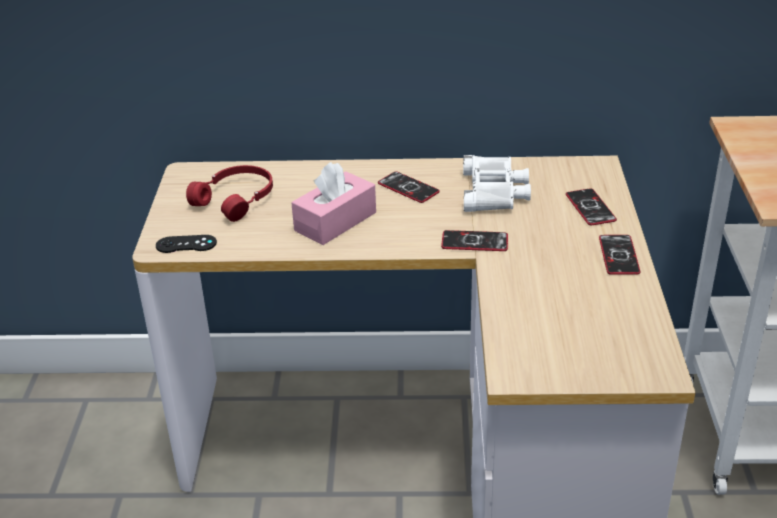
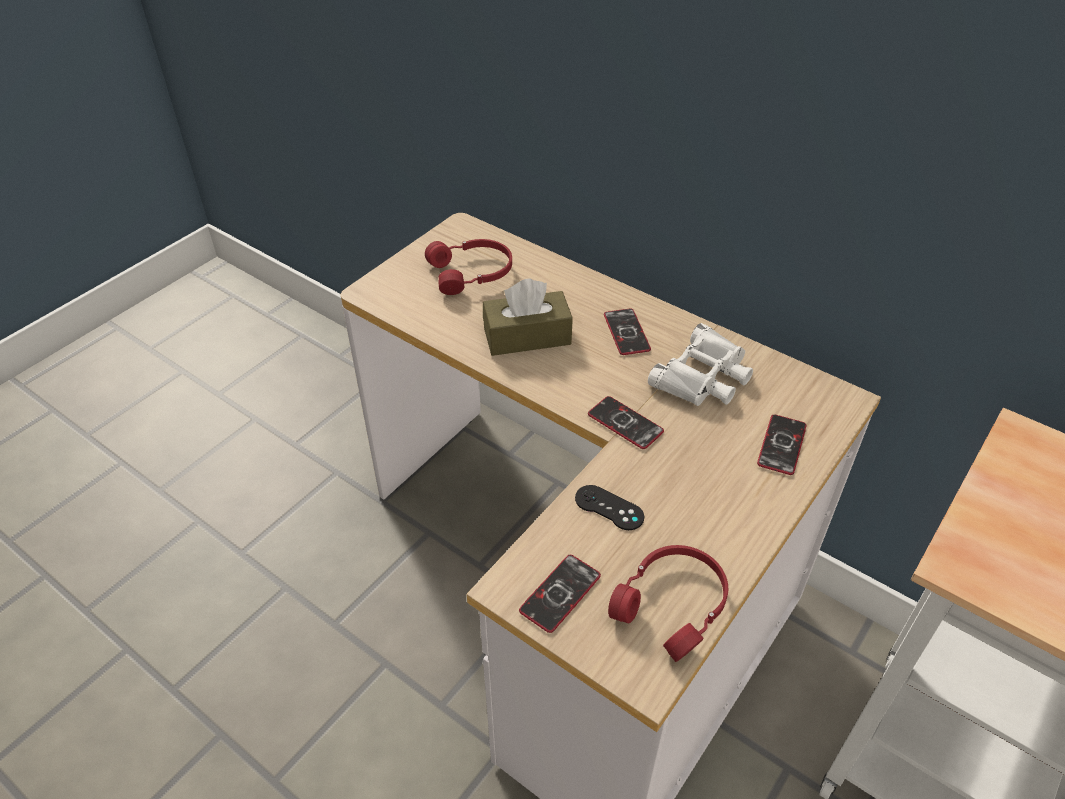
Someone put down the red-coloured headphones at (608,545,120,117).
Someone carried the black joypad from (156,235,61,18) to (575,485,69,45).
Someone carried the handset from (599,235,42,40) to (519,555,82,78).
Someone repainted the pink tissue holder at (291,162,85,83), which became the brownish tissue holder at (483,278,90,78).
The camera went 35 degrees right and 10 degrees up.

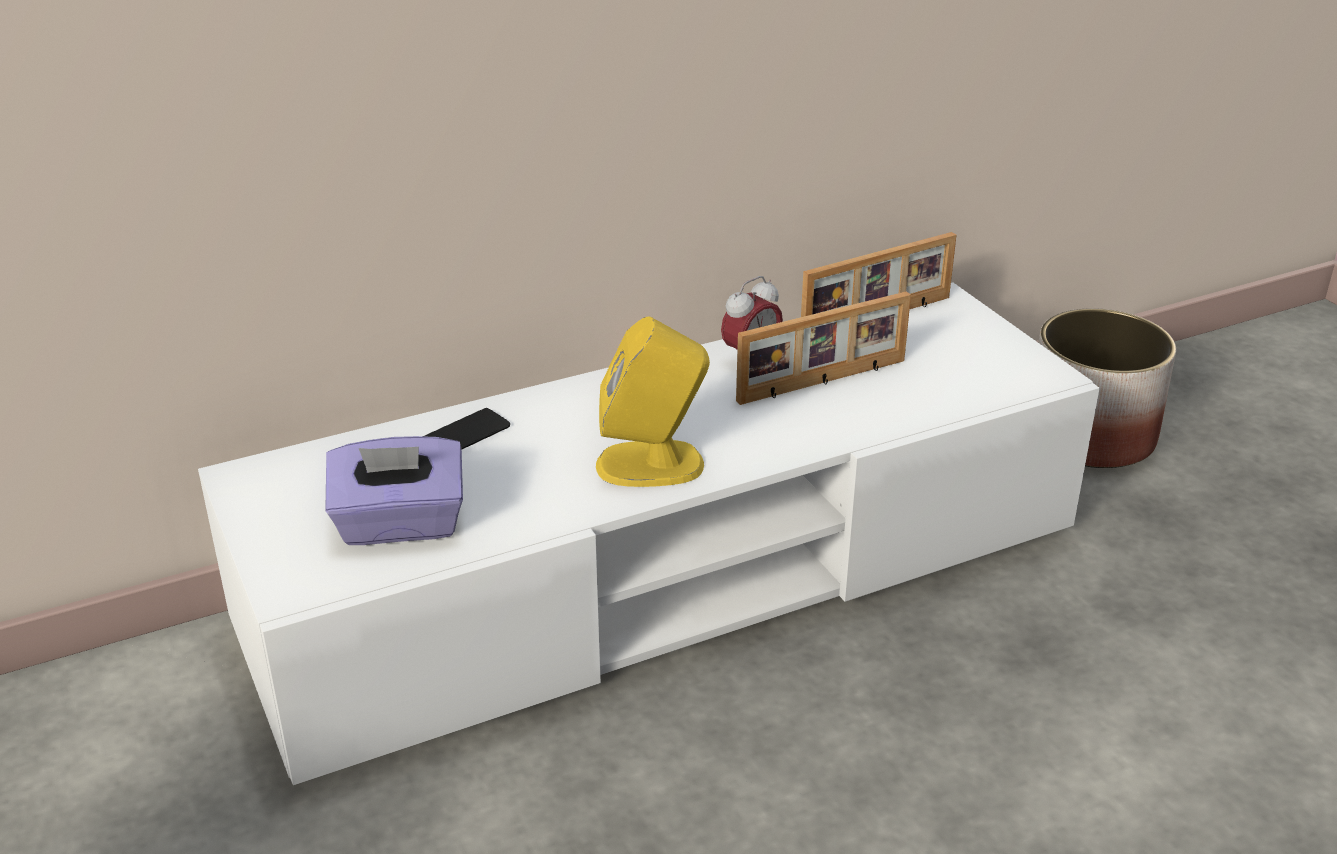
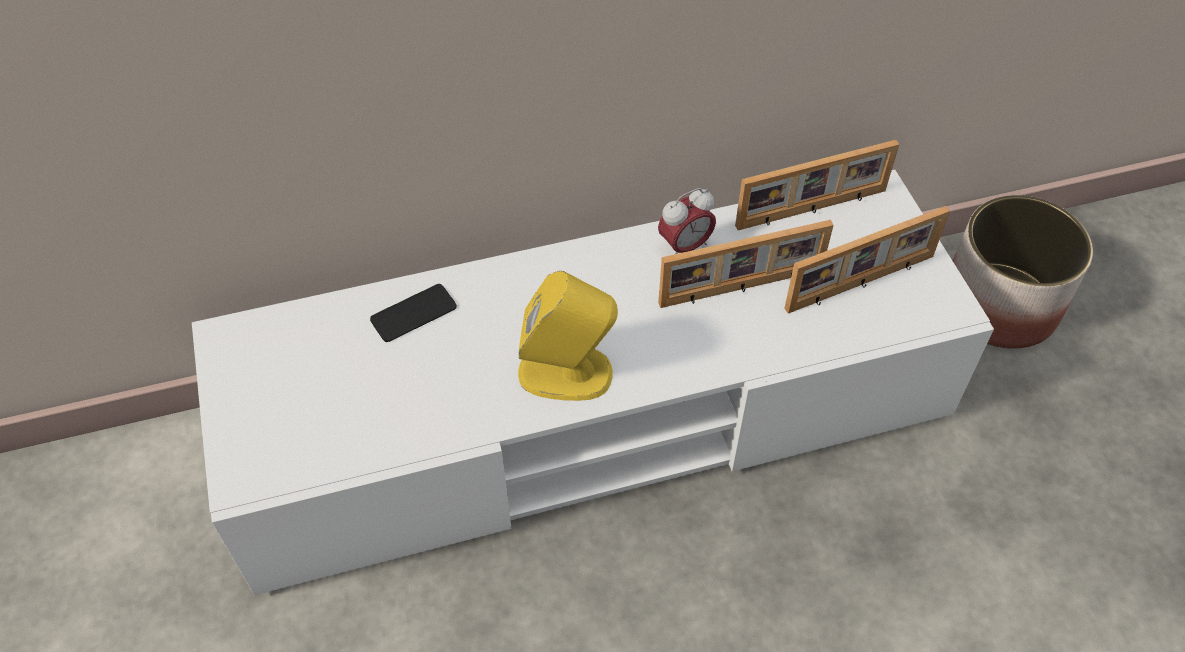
Someone took away the purple tissue holder at (325,436,138,109).
Someone put down the photo frame at (784,206,166,108).
The camera went 10 degrees right and 20 degrees up.

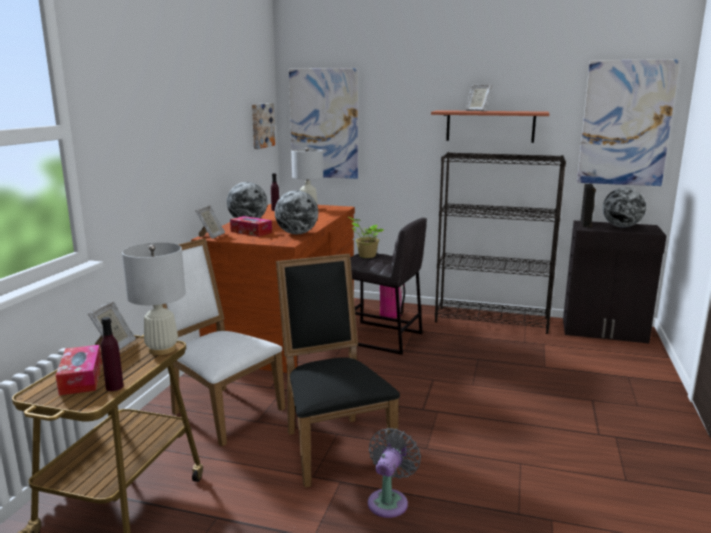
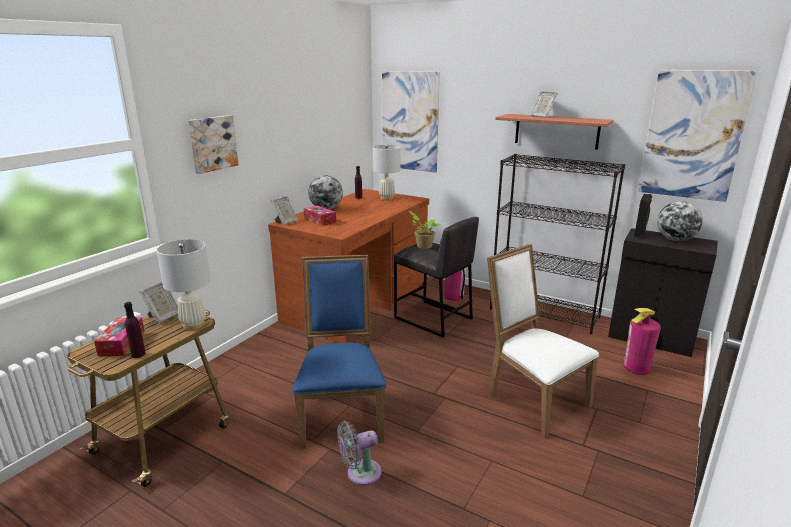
Someone took away the globe at (275,190,43,44).
Someone put down the fire extinguisher at (623,308,38,67).
Someone carried the white chair from (162,238,123,209) to (487,244,112,194).
Someone carried the wall art from (252,103,23,46) to (188,115,50,59).
Someone repainted the black chair at (276,254,124,234), which became the bluish chair at (292,255,94,194).
Someone rotated the grey fan at (368,428,53,90) by 150 degrees counterclockwise.
The camera went 15 degrees right and 5 degrees up.

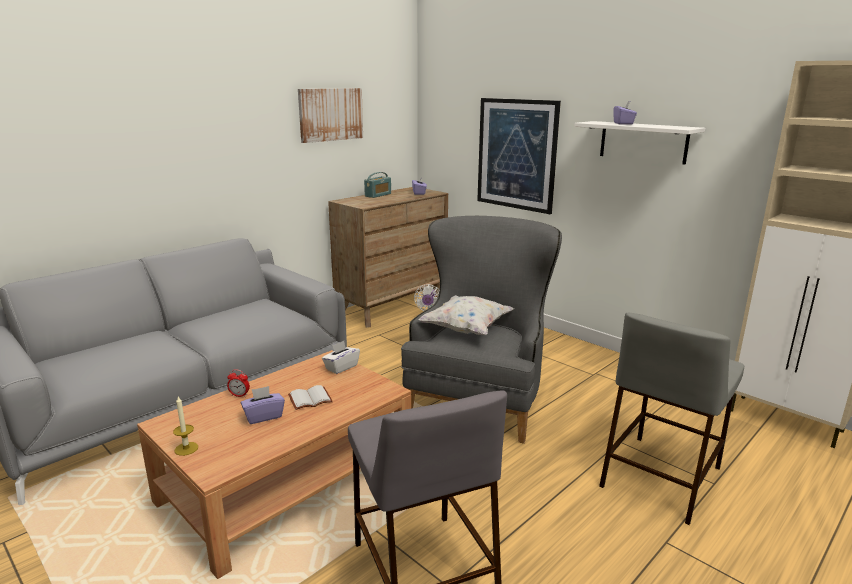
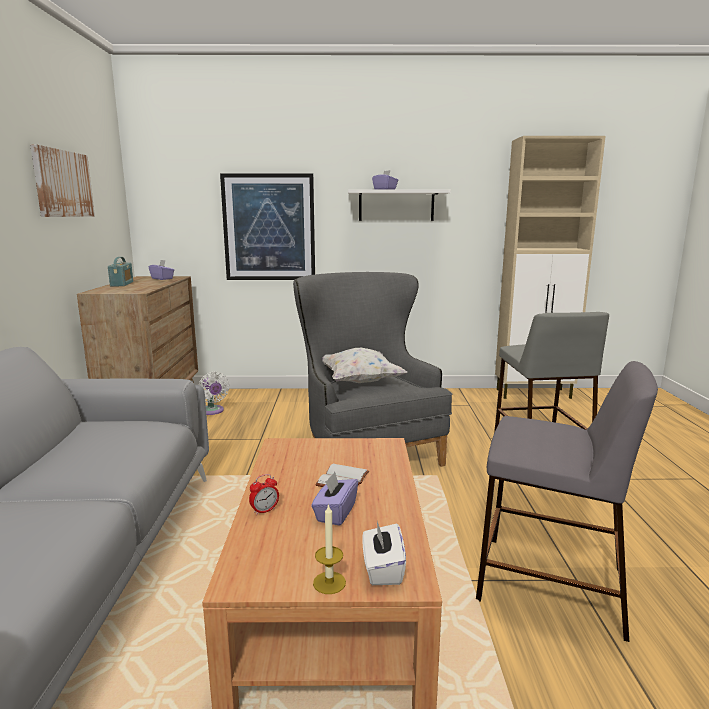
Someone carried the white tissue holder from (322,341,38,33) to (362,521,44,64).
The camera went 45 degrees left and 5 degrees down.

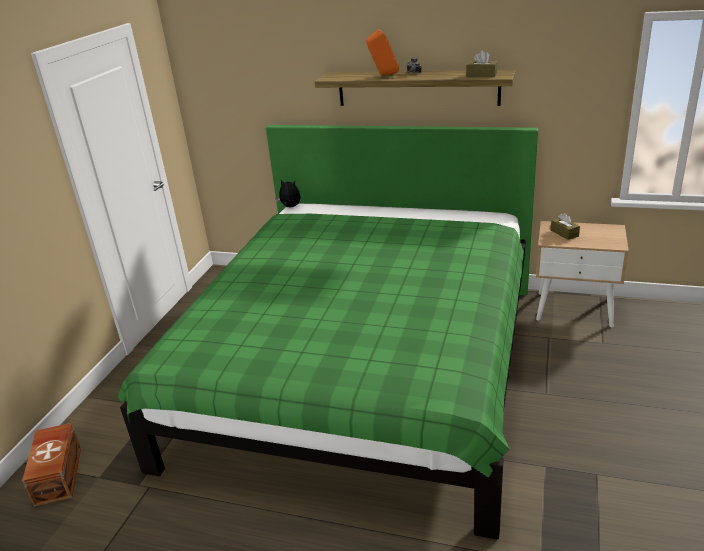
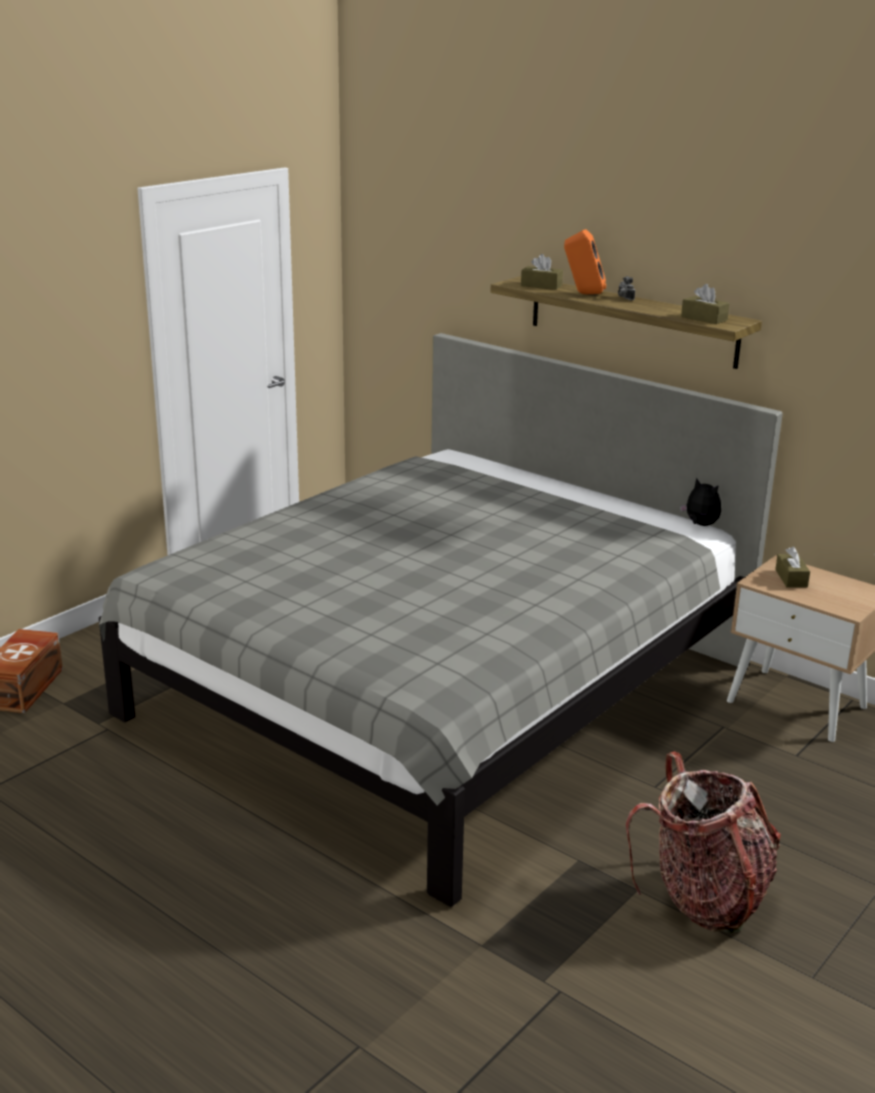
Someone put down the brownish tissue holder at (521,254,42,36).
Someone put down the backpack at (626,751,155,182).
Someone carried the cuddly toy from (275,180,26,27) to (680,478,41,48).
Someone repainted the green-coloured bed at (118,125,420,414), which became the grey bed at (99,333,684,574).
The camera went 20 degrees right and 5 degrees down.

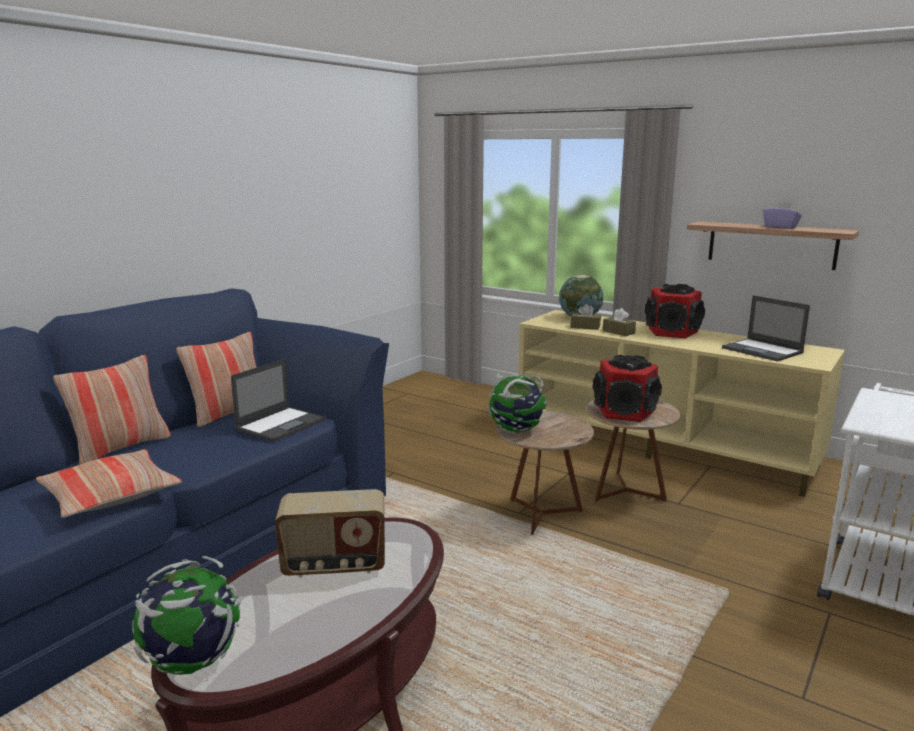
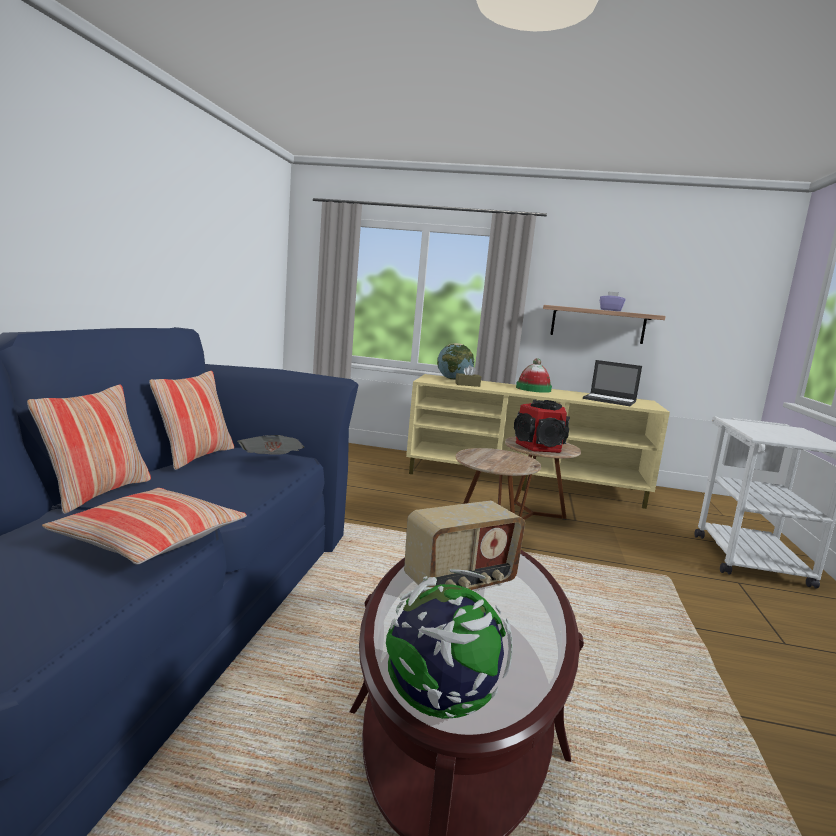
Someone took away the globe at (488,372,59,61).
Someone took away the brownish tissue holder at (603,308,33,28).
Someone swapped the notebook computer at (231,359,95,83) for the printed paper at (237,435,67,20).
Someone swapped the audio speaker at (645,284,60,54) for the hat at (516,358,36,35).
The camera went 25 degrees left and 5 degrees down.

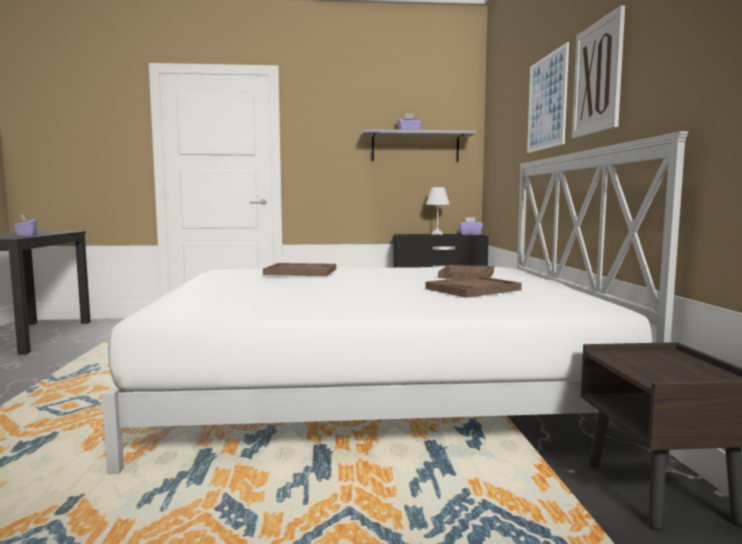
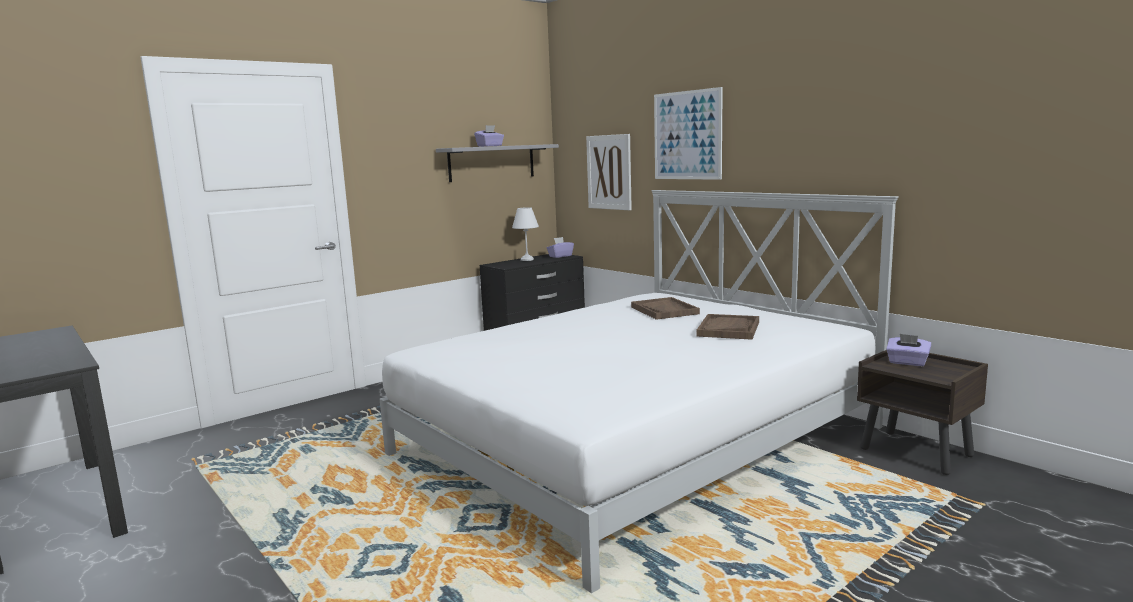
Someone took away the brownish tray at (263,263,73,13).
Someone carried the purple tissue holder from (14,214,24,22) to (886,334,46,32).
Someone carried the wall art from (572,5,53,133) to (586,134,46,76).
The camera went 35 degrees left and 5 degrees up.

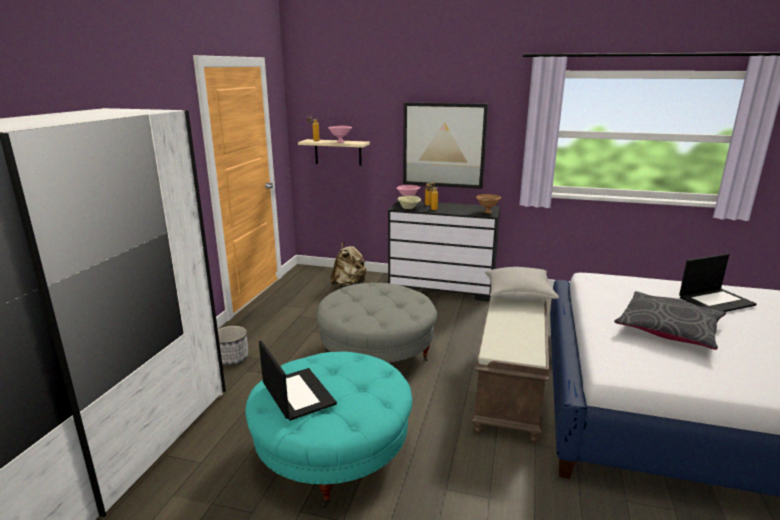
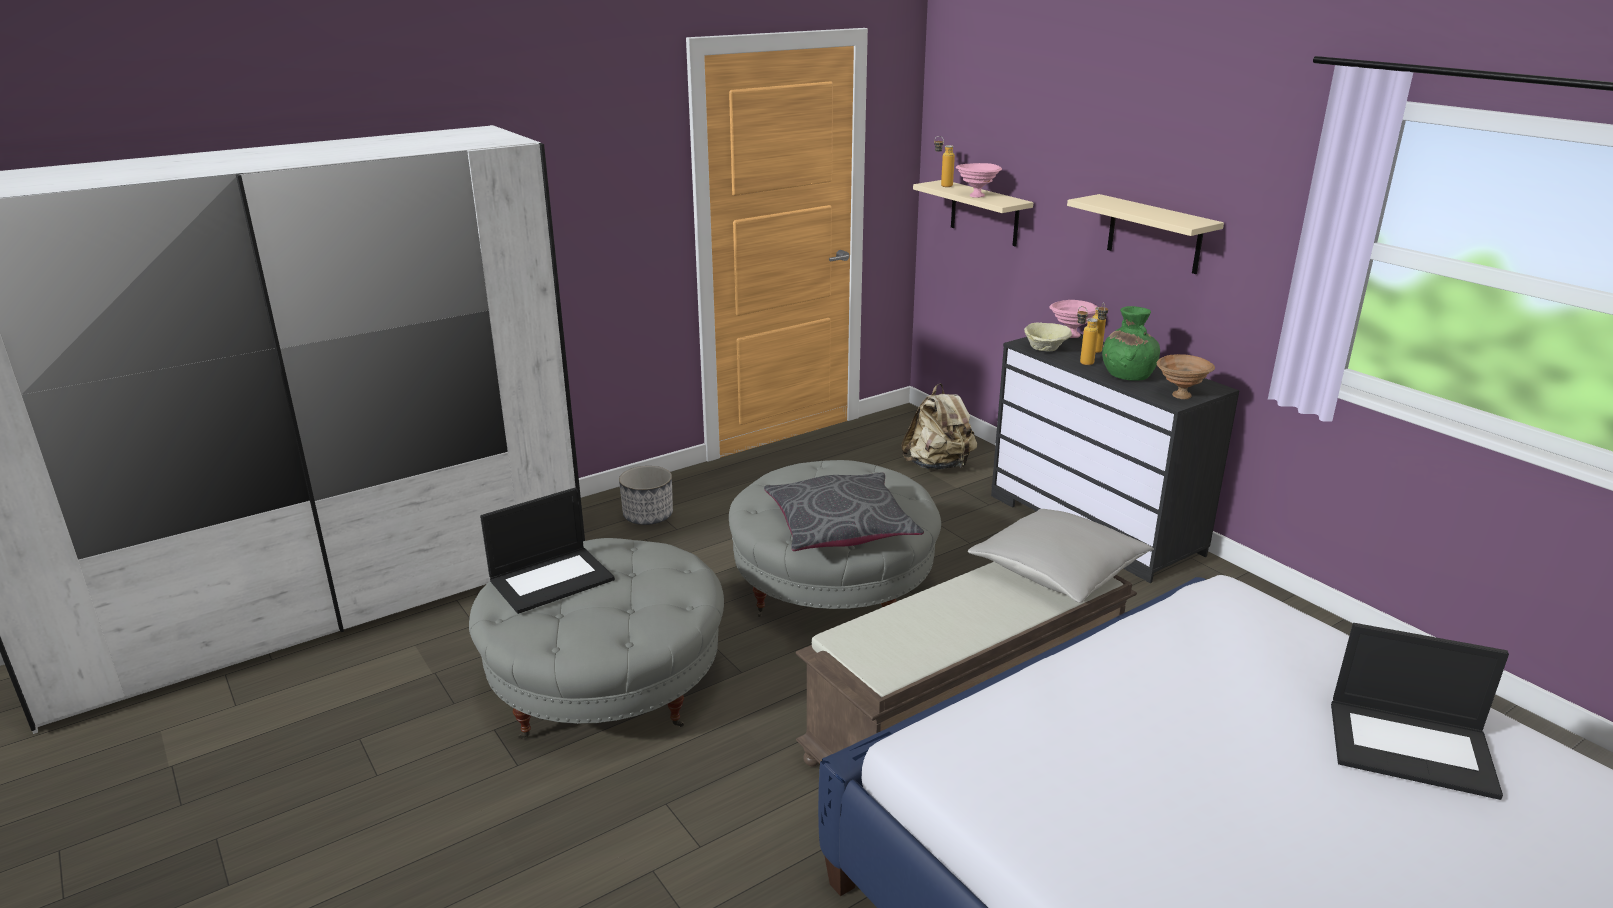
Someone put down the green-coloured vase at (1102,306,58,75).
Someone carried the grey pillow from (615,291,111,59) to (764,473,160,78).
Someone swapped the wall art at (403,102,85,87) for the beige shelf at (1067,194,157,80).
Someone repainted the turquoise pouffe at (245,352,167,155), which became the grey pouffe at (469,538,255,202).
Someone rotated the notebook computer at (259,341,78,80) by 45 degrees clockwise.
The camera went 40 degrees right and 5 degrees up.

